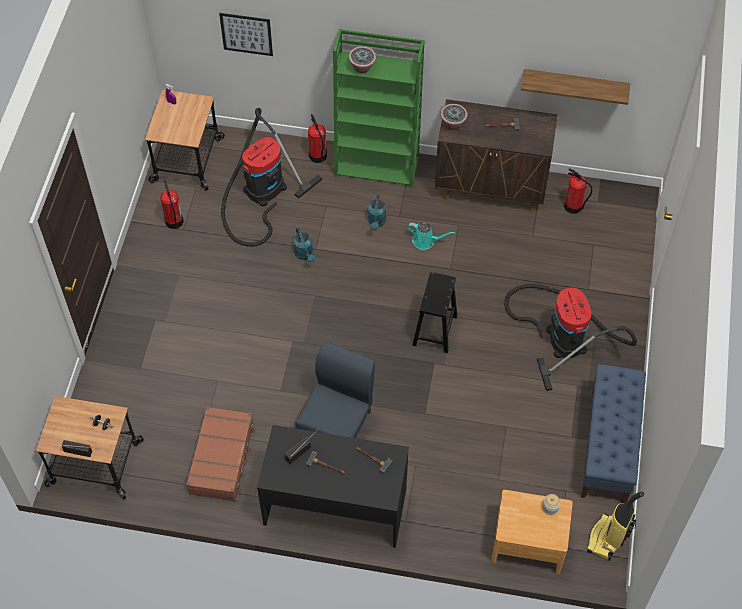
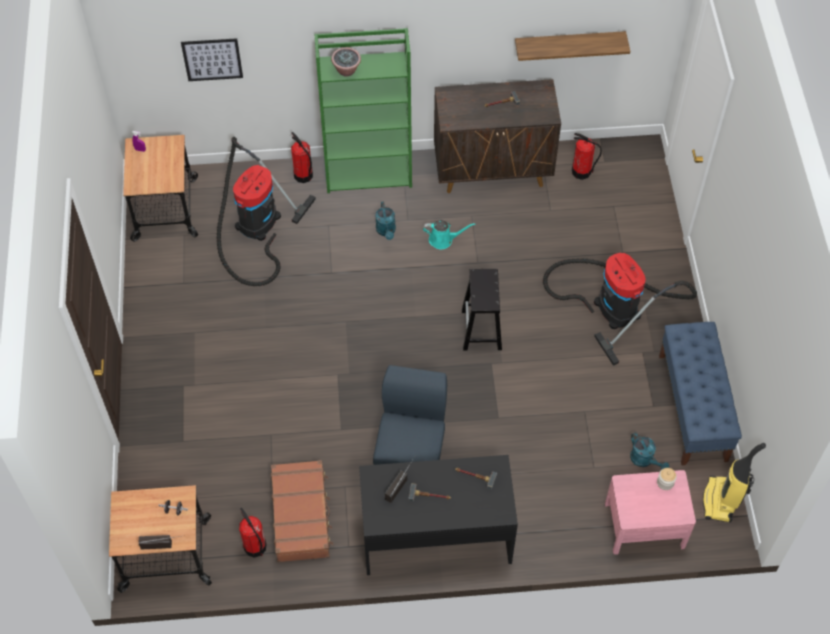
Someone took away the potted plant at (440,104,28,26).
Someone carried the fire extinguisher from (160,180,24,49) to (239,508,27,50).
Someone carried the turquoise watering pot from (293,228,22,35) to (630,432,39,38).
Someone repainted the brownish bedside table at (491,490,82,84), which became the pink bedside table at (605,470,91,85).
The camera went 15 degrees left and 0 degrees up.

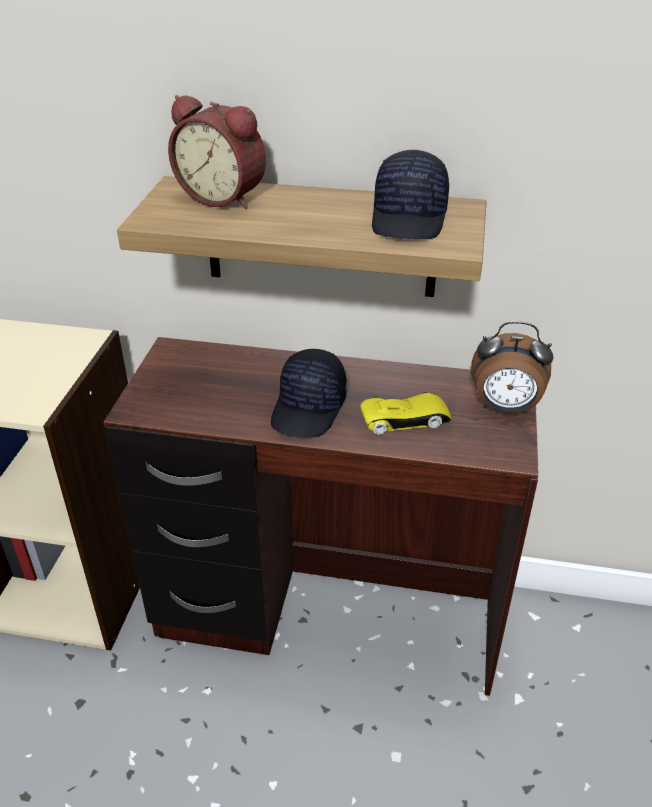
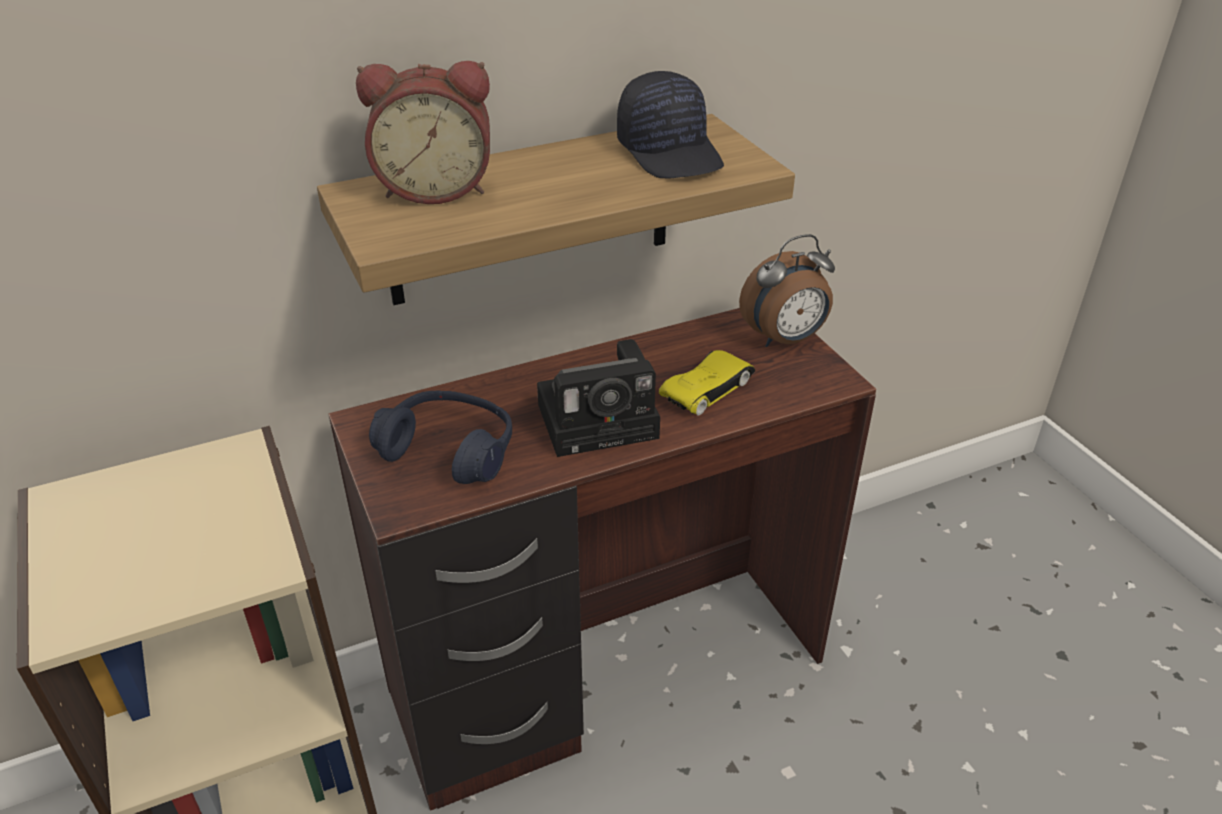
Someone put down the bluish headphones at (369,391,143,93).
Someone swapped the black peaked cap at (271,349,76,89) for the photo camera at (537,339,123,118).
The camera went 35 degrees left and 0 degrees up.

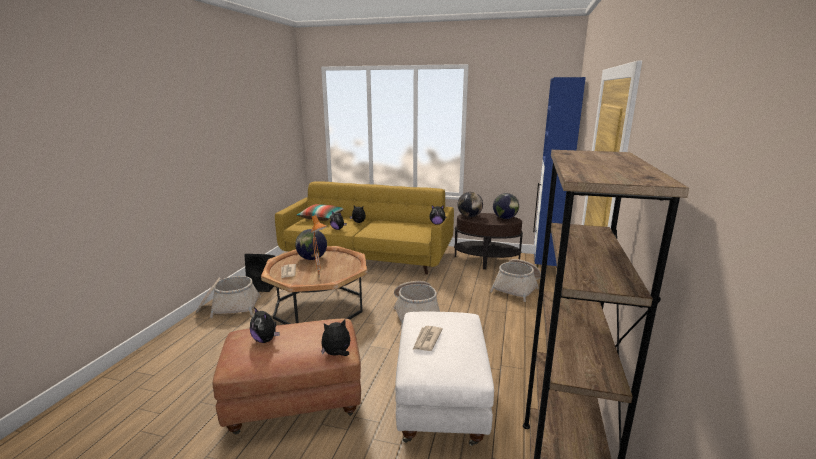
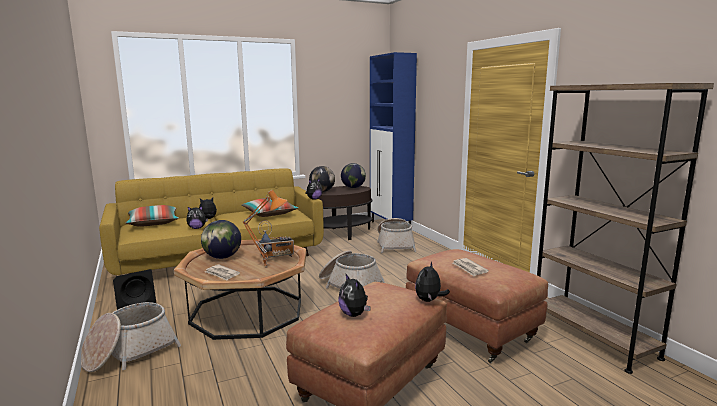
Someone put down the pillow at (242,197,56,20).
Someone put down the radio receiver at (258,220,36,39).
Someone repainted the white pouffe at (395,311,99,135), which became the brownish pouffe at (406,249,142,114).
Someone rotated the cuddly toy at (250,307,30,36) by 60 degrees clockwise.
The camera went 40 degrees left and 5 degrees down.

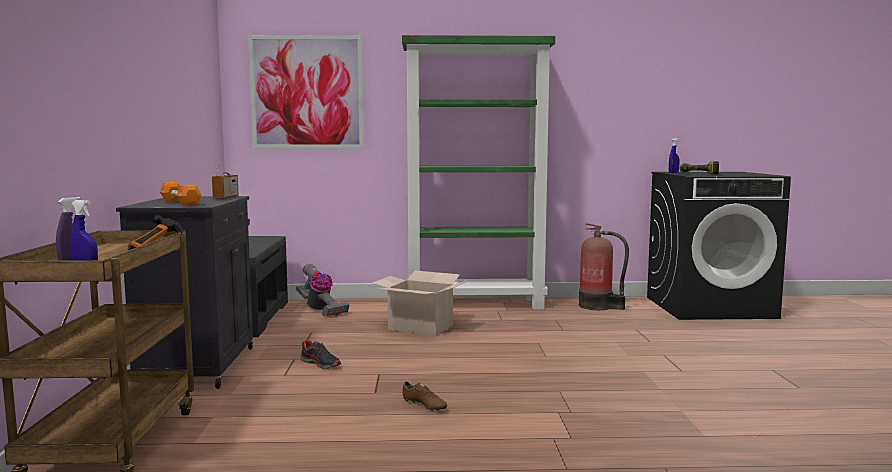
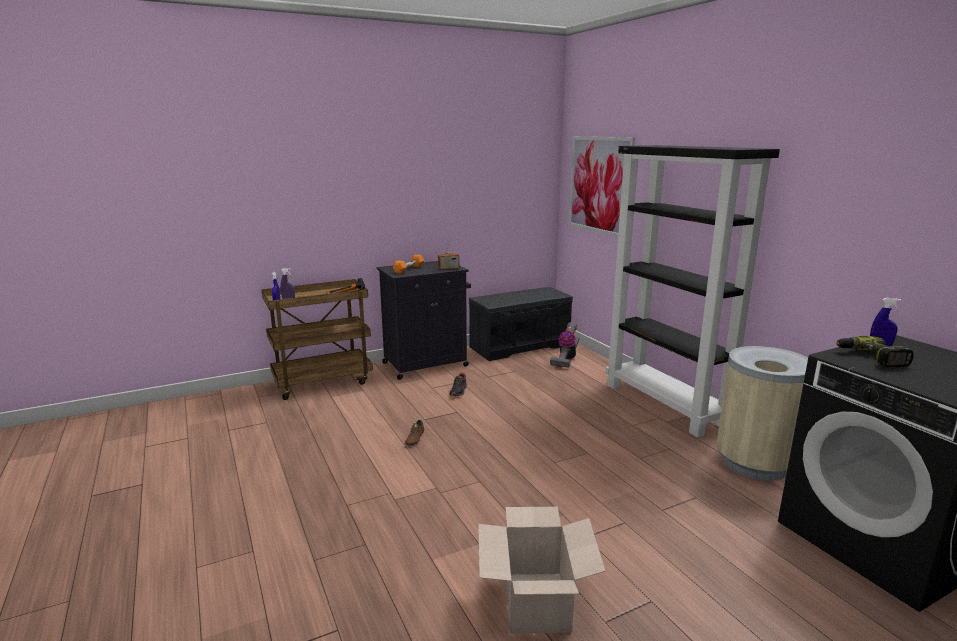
Someone carried the cardboard box from (372,271,97,65) to (478,507,127,127).
Someone swapped the fire extinguisher at (579,223,50,87) for the beige rubbish bin at (716,346,92,135).
Someone repainted the green-coloured bookcase at (402,35,153,274), which became the black bookcase at (605,145,175,292).
The camera went 65 degrees right and 10 degrees up.

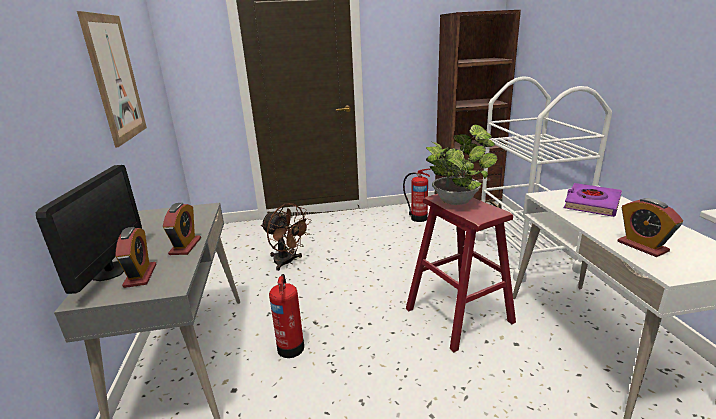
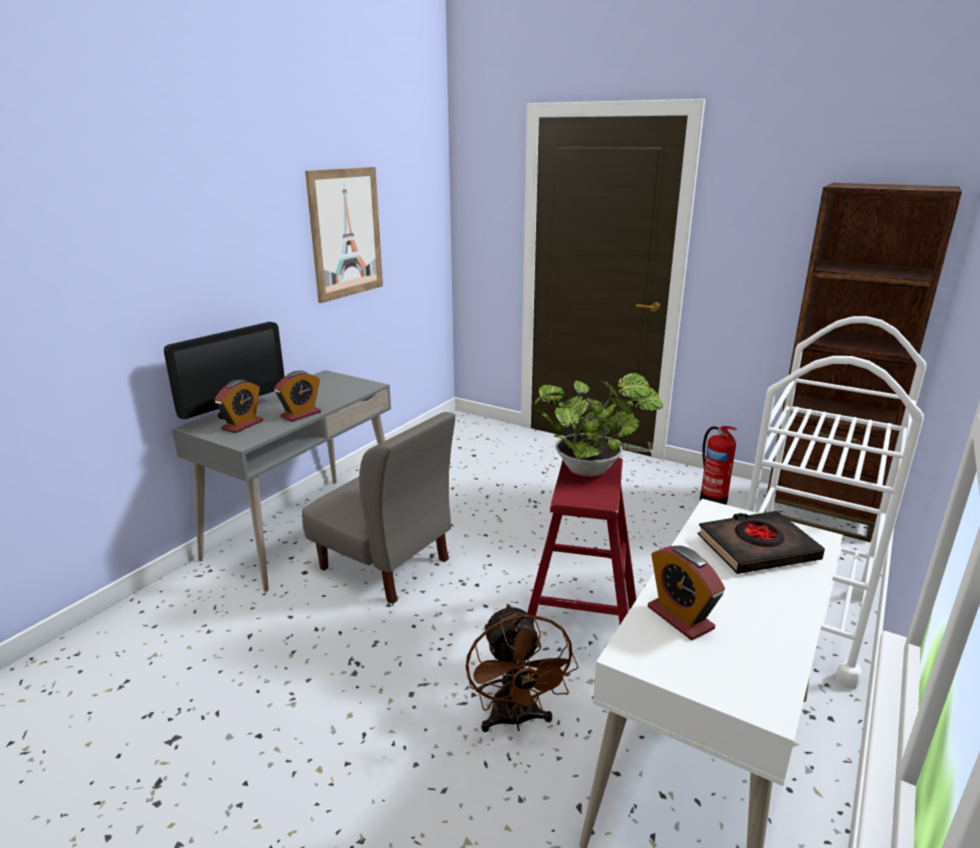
Someone carried the brownish fan from (261,203,50,68) to (466,604,112,128).
Someone swapped the fire extinguisher at (269,274,35,84) for the grey chair at (302,412,153,192).
Someone repainted the purple bound book at (563,183,59,34), which became the black bound book at (697,511,128,63).
Someone rotated the bedside clock at (617,198,66,59) by 45 degrees counterclockwise.
The camera went 40 degrees right and 0 degrees up.

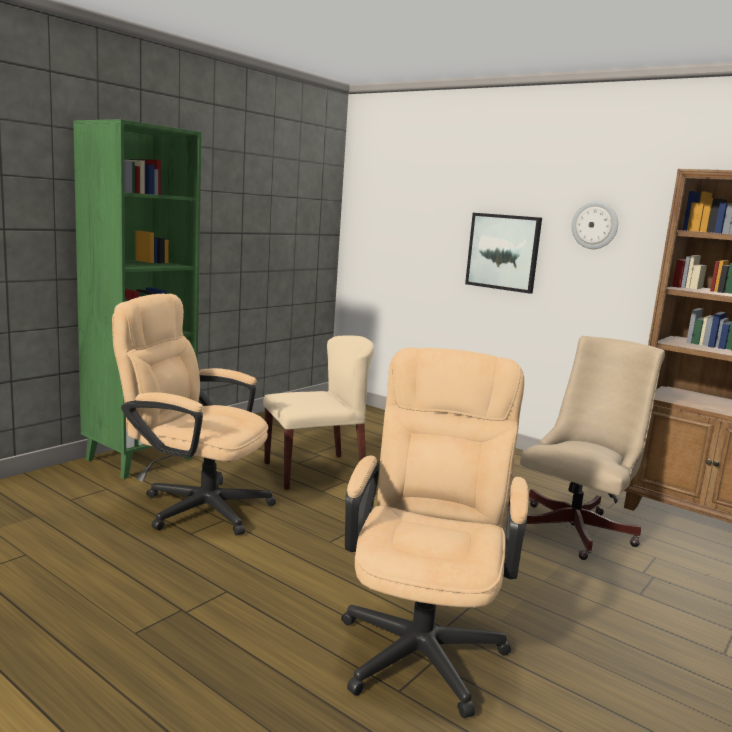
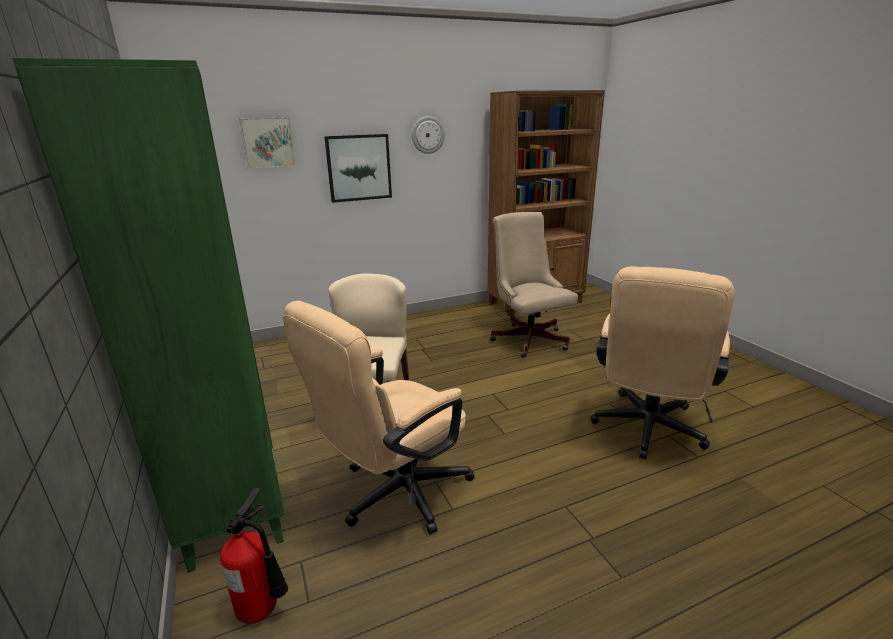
Someone put down the fire extinguisher at (220,488,68,136).
Someone put up the wall art at (239,117,57,52).
Someone rotated the beige desk chair at (341,348,188,370) by 105 degrees counterclockwise.
The camera went 60 degrees left and 10 degrees up.

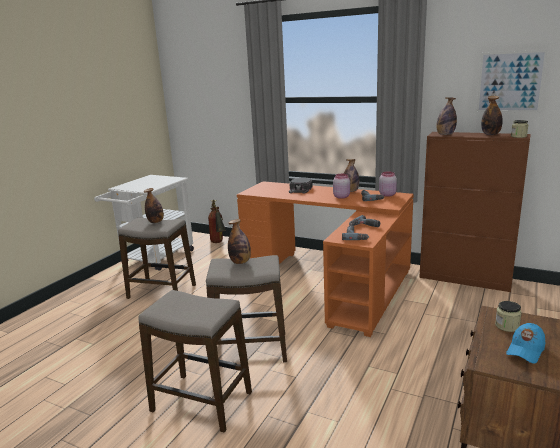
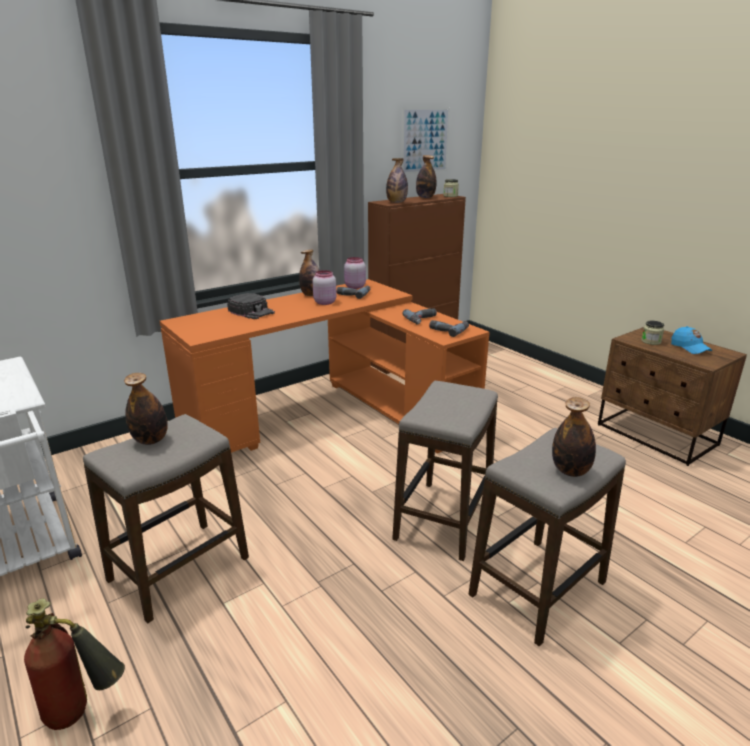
Someone carried the fire extinguisher from (208,200,18,43) to (24,598,101,132).
Someone carried the bottle from (228,219,23,45) to (552,397,44,80).
The camera went 65 degrees left and 5 degrees up.

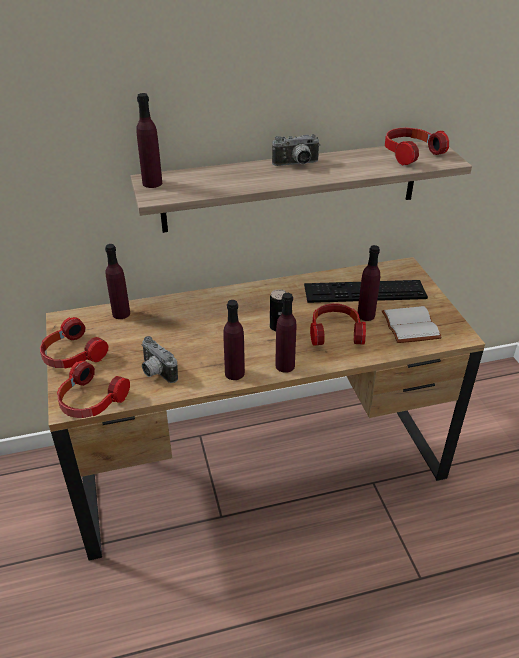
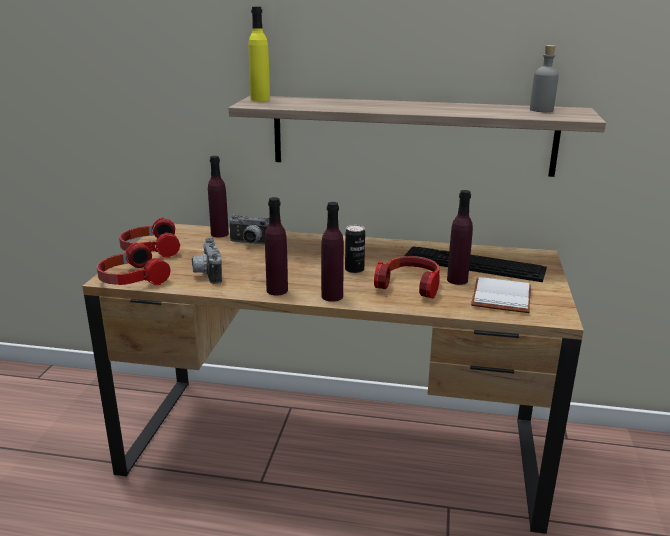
Someone carried the photo camera from (272,134,48,32) to (228,214,41,31).
Someone swapped the headphones at (385,127,64,39) for the grey bottle at (530,45,29,67).
Someone repainted the purple bottle at (136,93,26,95), which became the yellowish bottle at (248,7,22,94).
The camera went 25 degrees right and 15 degrees down.

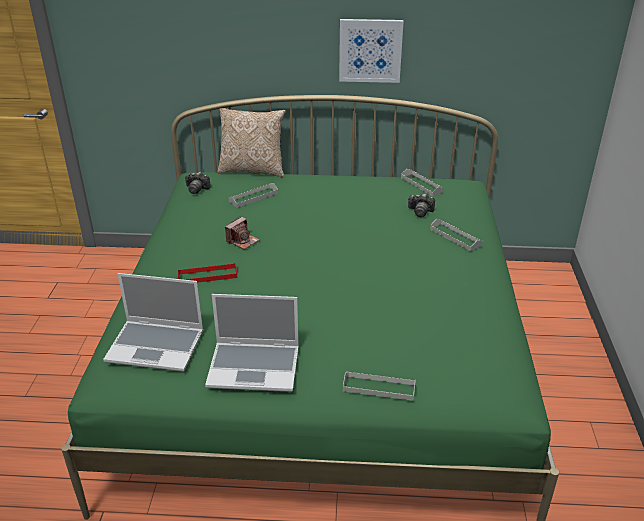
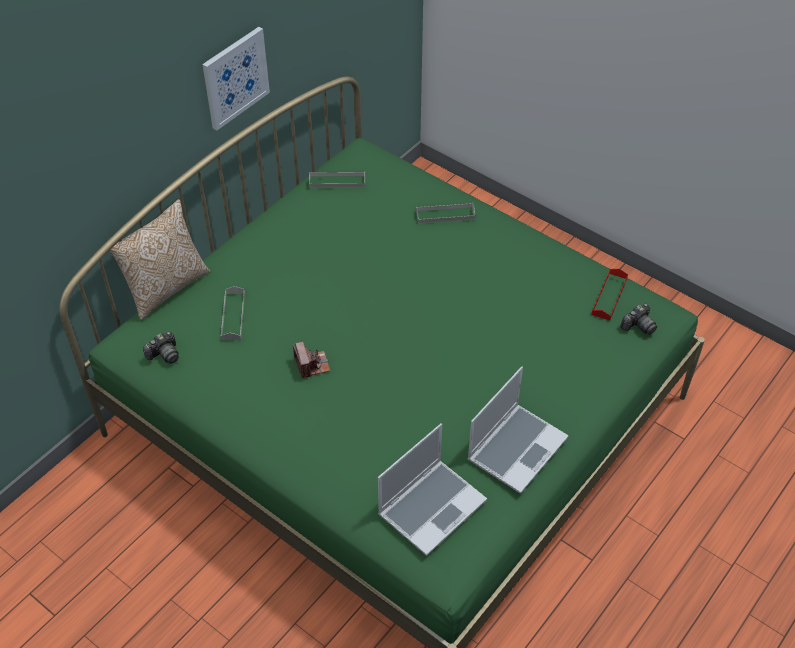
Someone took away the grey tray at (343,371,73,30).
Someone carried the red-coloured tray from (178,263,59,20) to (591,269,37,51).
Someone carried the photo camera from (408,193,27,24) to (620,303,37,32).
The camera went 55 degrees left and 15 degrees up.

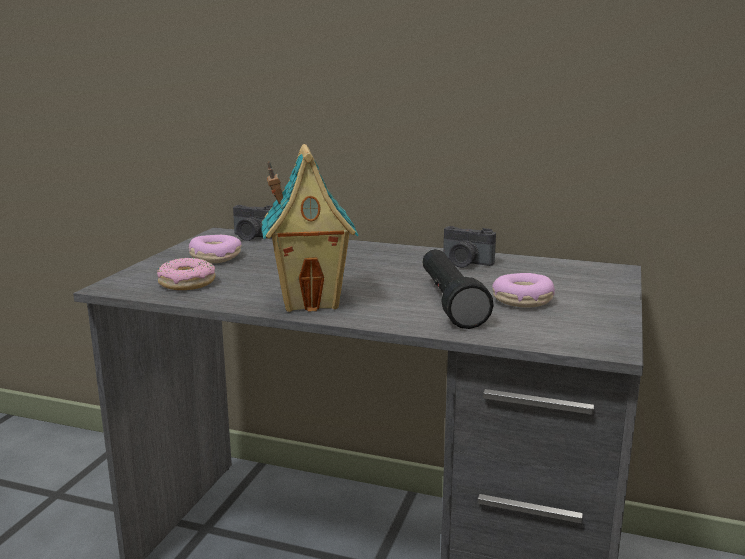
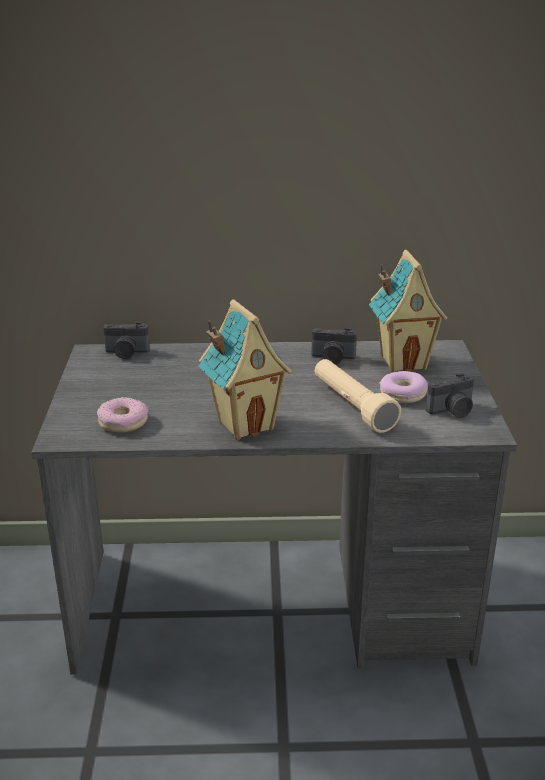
Someone took away the ring doughnut at (188,235,53,28).
Someone put down the model house at (369,250,79,122).
Someone put down the photo camera at (426,373,48,45).
Someone repainted the black torch at (422,249,72,80), which became the beige torch at (315,359,86,74).
The camera went 20 degrees left and 10 degrees up.

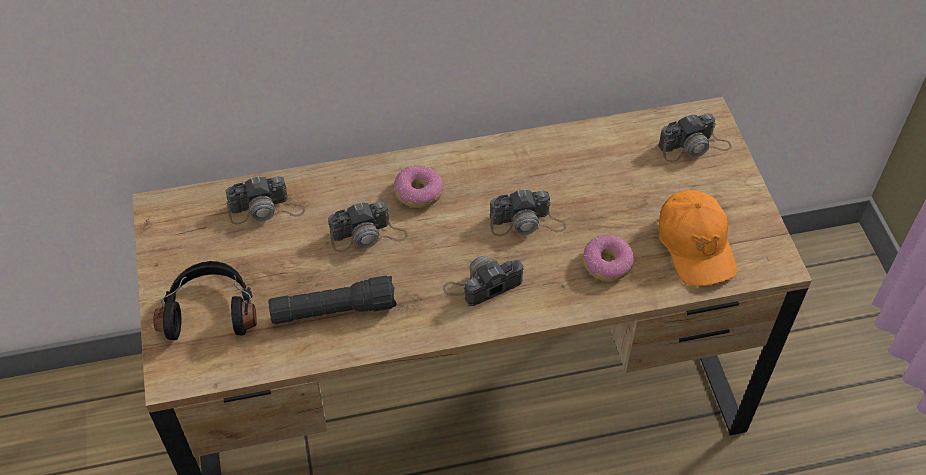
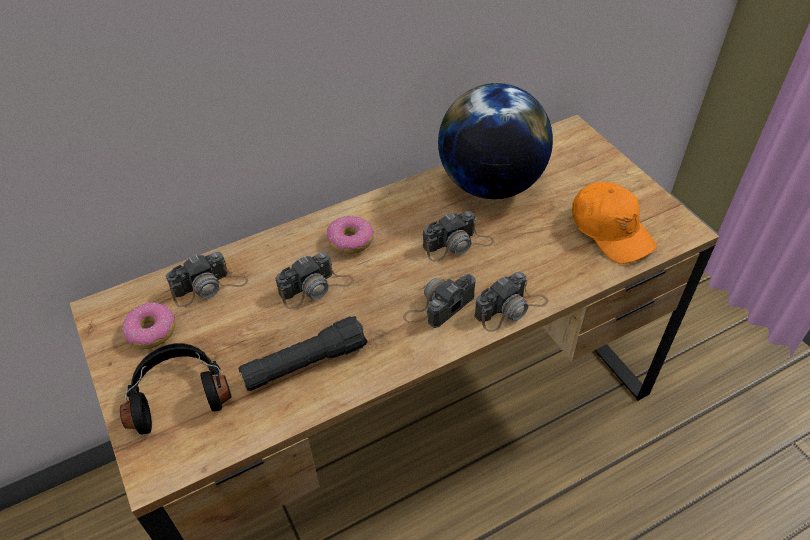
Someone put down the globe at (438,83,115,116).
Someone carried the ring doughnut from (583,235,51,47) to (122,302,53,47).
Someone carried the photo camera from (658,113,74,49) to (474,272,74,60).
The camera went 15 degrees left and 5 degrees down.

